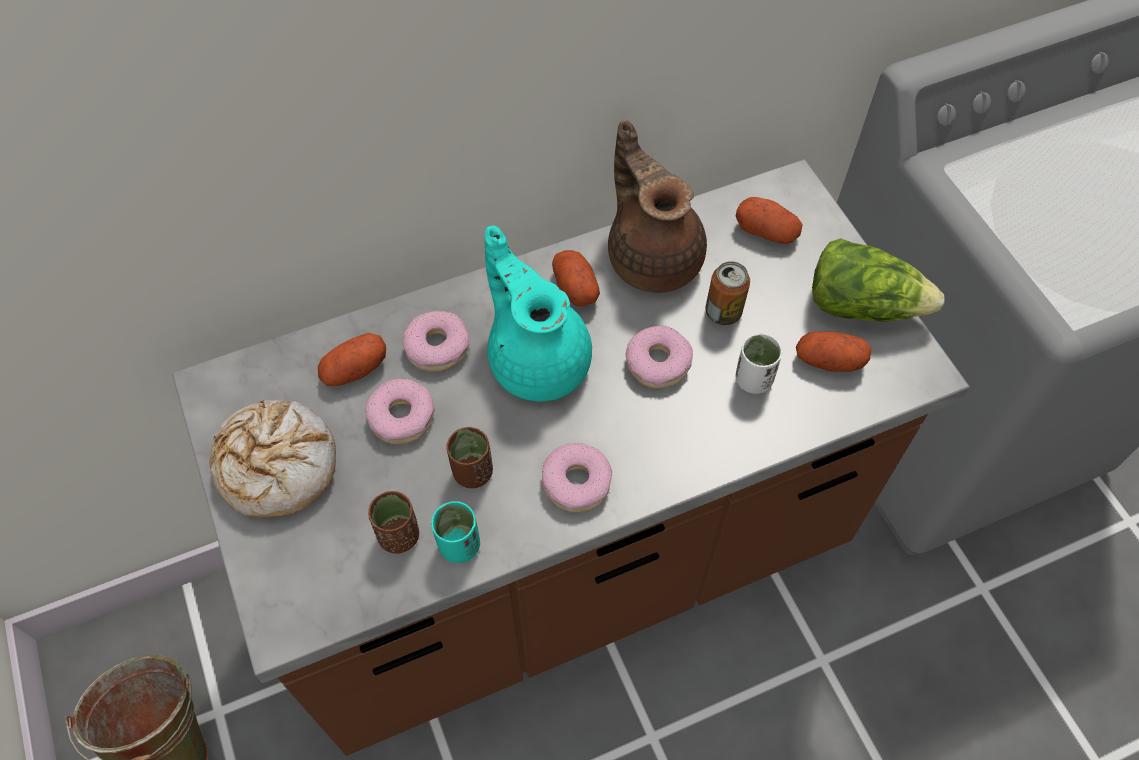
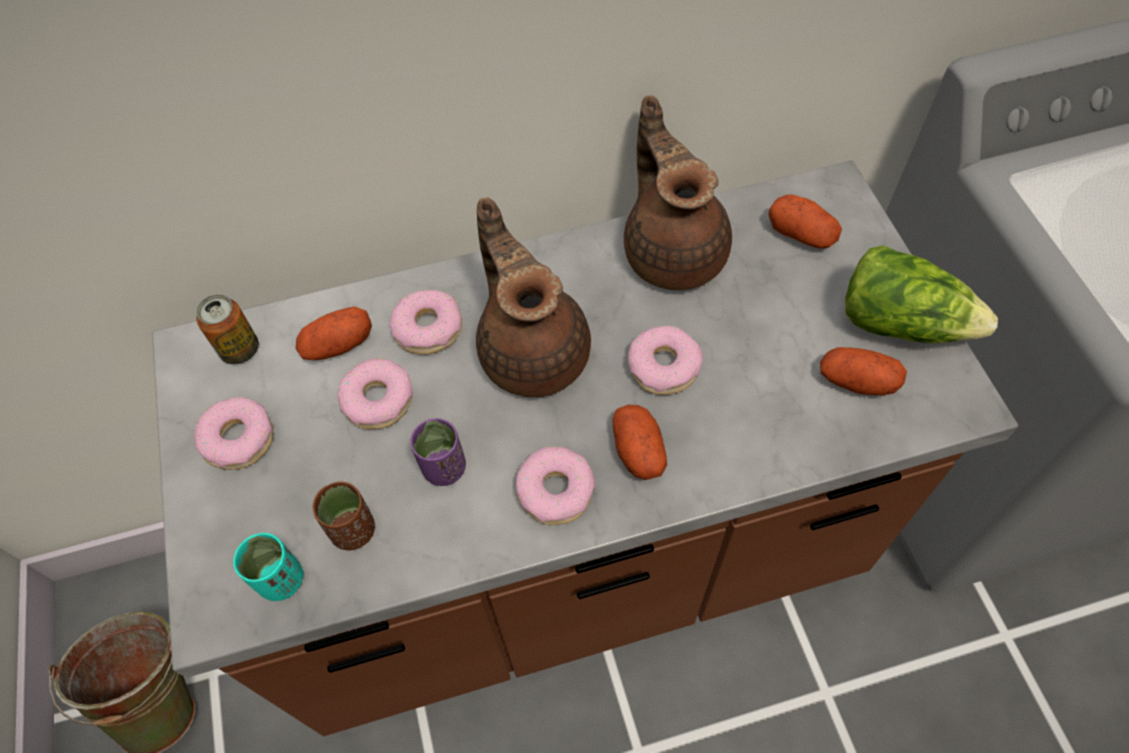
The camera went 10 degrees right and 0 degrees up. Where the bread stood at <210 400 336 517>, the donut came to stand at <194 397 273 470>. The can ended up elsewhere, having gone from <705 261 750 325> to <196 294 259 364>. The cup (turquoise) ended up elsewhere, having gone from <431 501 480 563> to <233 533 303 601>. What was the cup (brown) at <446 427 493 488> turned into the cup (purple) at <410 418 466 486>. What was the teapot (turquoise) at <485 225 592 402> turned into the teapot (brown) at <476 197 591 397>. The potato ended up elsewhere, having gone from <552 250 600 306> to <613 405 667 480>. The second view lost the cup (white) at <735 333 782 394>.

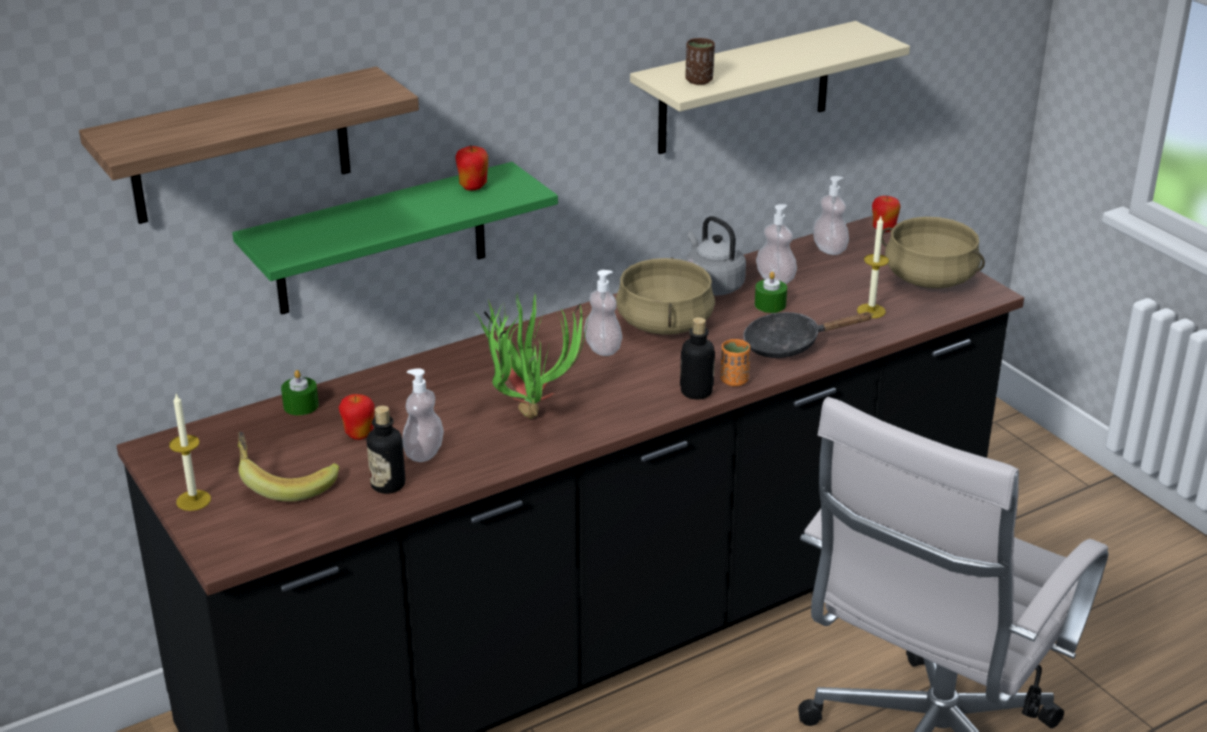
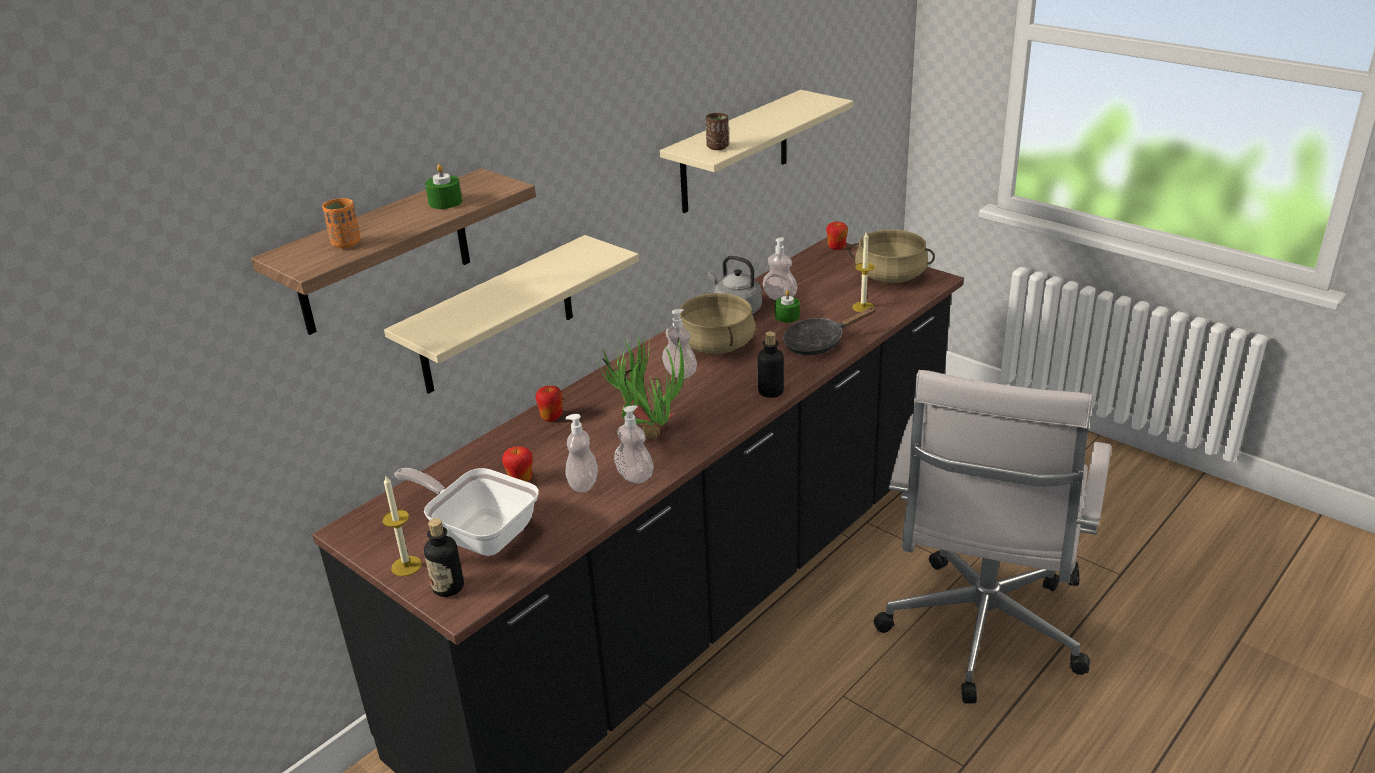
The camera went 15 degrees left and 0 degrees up. The cup (orange) ended up elsewhere, having gone from <721 339 750 386> to <322 198 361 248>. What was the shelf (green) at <232 162 558 315> turned into the shelf (beige) at <384 235 639 394>. Where the banana stood at <238 432 339 501>, the frying pan came to stand at <394 468 539 556>. The bottle ended up elsewhere, having gone from <367 406 405 494> to <424 518 464 597>. The candle (green) ended up elsewhere, having gone from <281 370 319 415> to <425 164 462 209>. The apple ended up elsewhere, having gone from <455 145 488 191> to <535 386 563 422>. The soap dispenser ended up elsewhere, having gone from <813 176 849 255> to <614 405 654 483>.

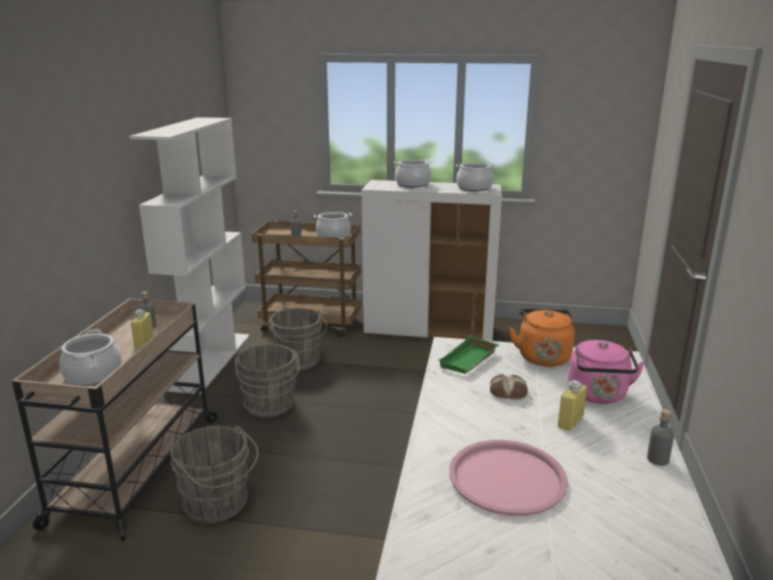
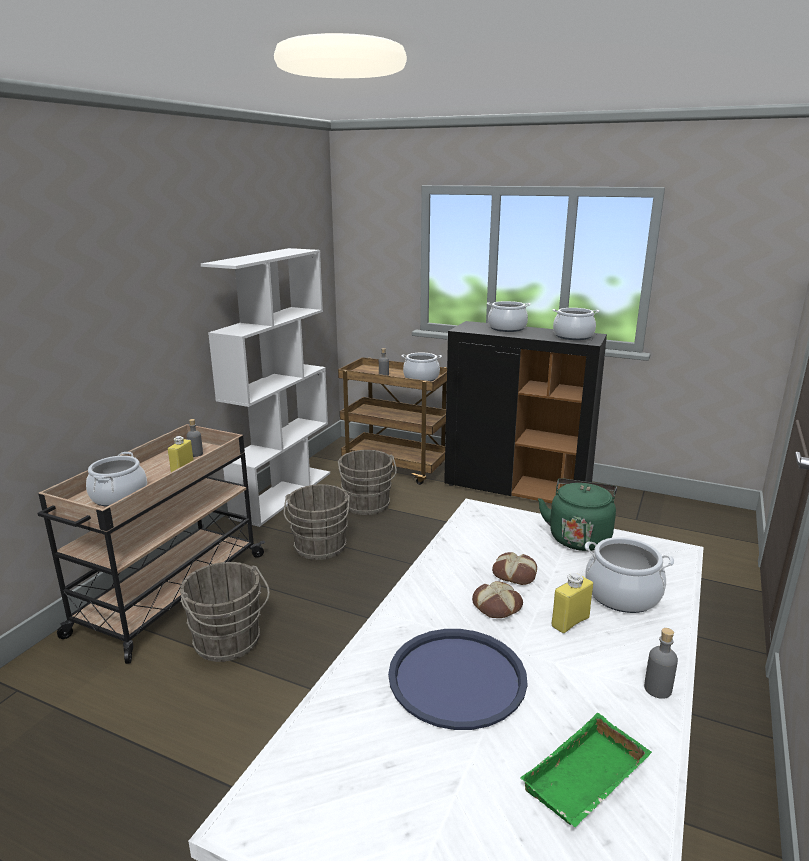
The camera went 15 degrees right and 0 degrees up. What was the tray (pink) at <449 440 568 516> turned into the tray (blue) at <388 629 528 730>. What was the cabinet (white) at <361 180 502 341> turned into the cabinet (black) at <444 321 607 503>. The second view gained the bread at <472 581 523 618>. The tray (green) ended up elsewhere, having gone from <438 335 499 374> to <520 713 652 827>. What was the kettle (orange) at <509 309 575 367> turned into the kettle (green) at <538 478 617 551>. Where the kettle (pink) stood at <568 340 645 404>, the cooking pot came to stand at <585 537 674 613>.

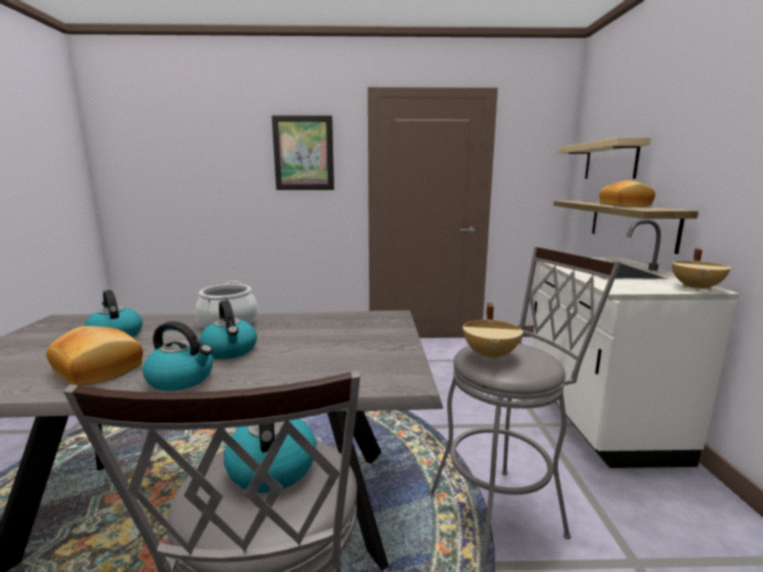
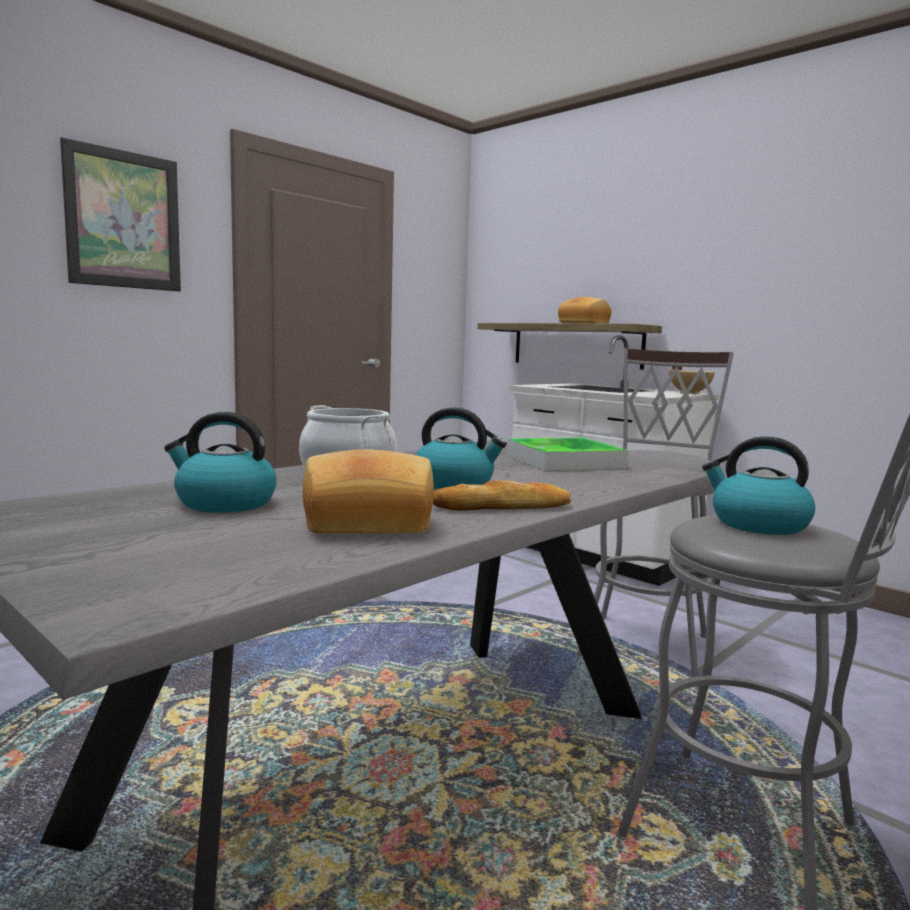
The camera went 45 degrees left and 5 degrees down. Where the kettle stood at <142 321 213 391>, the bread came to stand at <433 480 571 511>. The second view gained the tray at <507 437 628 471>. The second view lost the cooking pot (beige) at <463 303 523 361>. The second view lost the shelf (beige) at <558 137 651 179>.

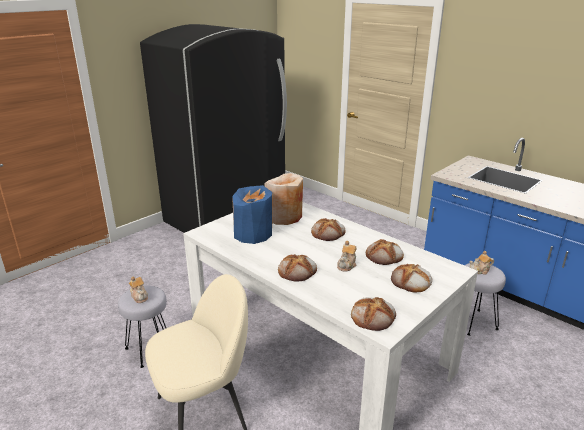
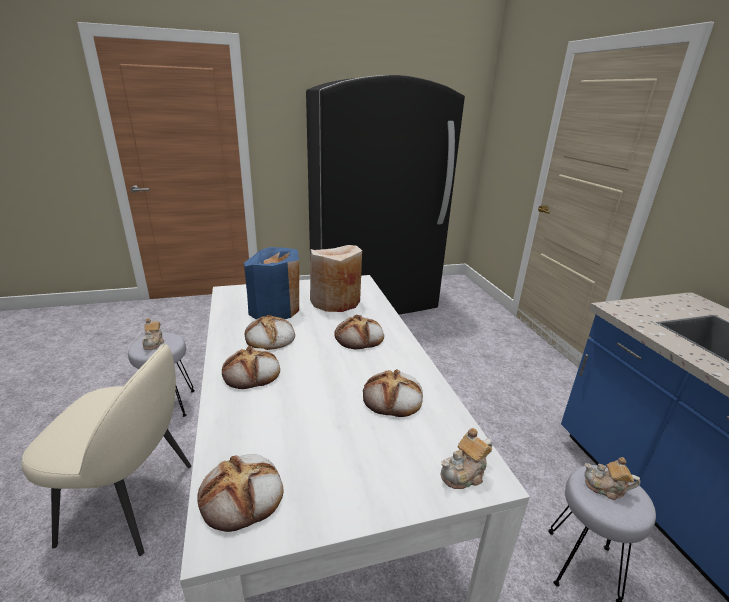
The camera went 30 degrees right and 0 degrees up. The bread ended up elsewhere, having gone from <391 264 432 292> to <245 315 295 350>. The teapot ended up elsewhere, having gone from <337 241 357 272> to <441 428 492 489>.

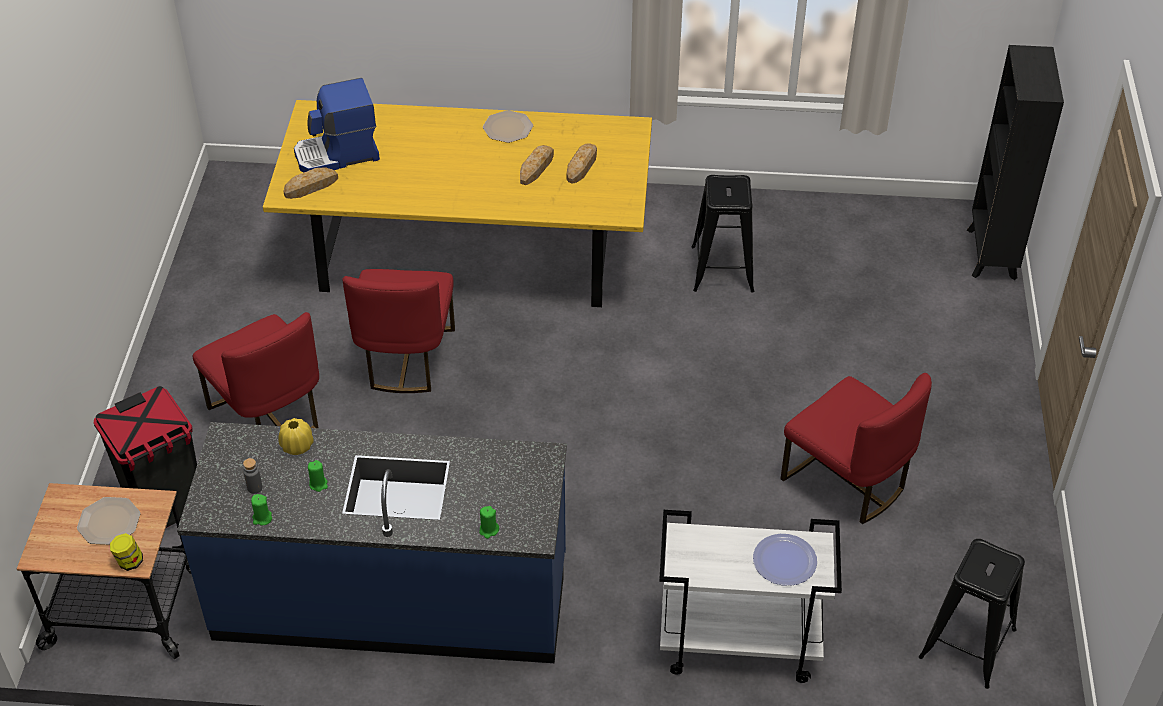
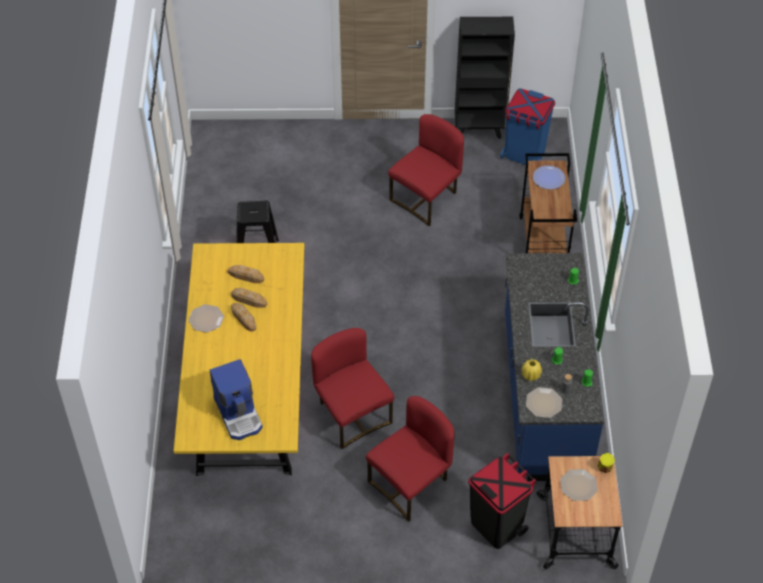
The camera went 95 degrees left and 5 degrees up. The bread ended up elsewhere, having gone from <284 167 338 199> to <231 303 256 332>. The chair (red) at <342 269 455 393> ended up facing another way, 120 degrees counterclockwise from before. The bookcase (black) ended up elsewhere, having gone from <967 45 1064 280> to <455 17 515 139>. Where the stool (black) stood at <919 539 1025 689>, the trash can (blue) came to stand at <500 88 555 165>. What was the cart (white) at <659 510 842 683> turned into the cart (brown) at <519 153 577 253>. The second view gained the plate at <526 387 562 418>.

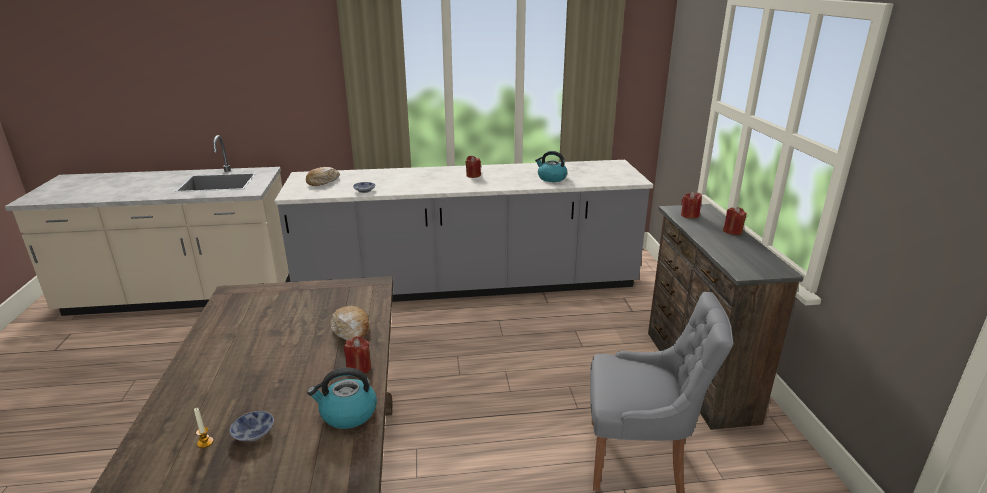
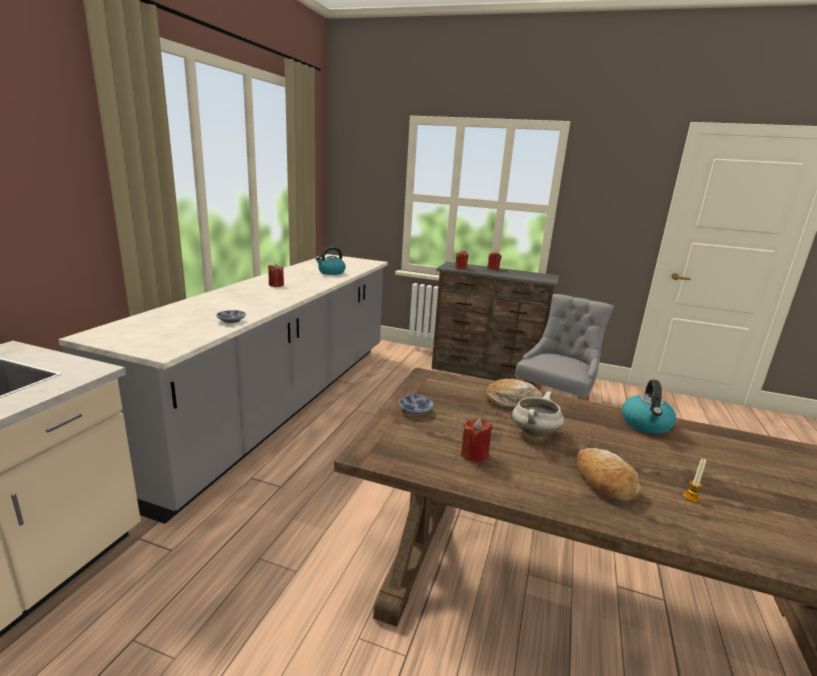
The camera went 65 degrees left and 5 degrees down. The bowl ended up elsewhere, having gone from <230 411 274 441> to <399 395 433 415>. The candle (red) ended up elsewhere, having gone from <343 336 371 374> to <461 418 493 462>. The second view gained the cooking pot (white) at <512 391 564 437>. The bread ended up elsewhere, having gone from <306 167 340 186> to <577 448 641 501>.

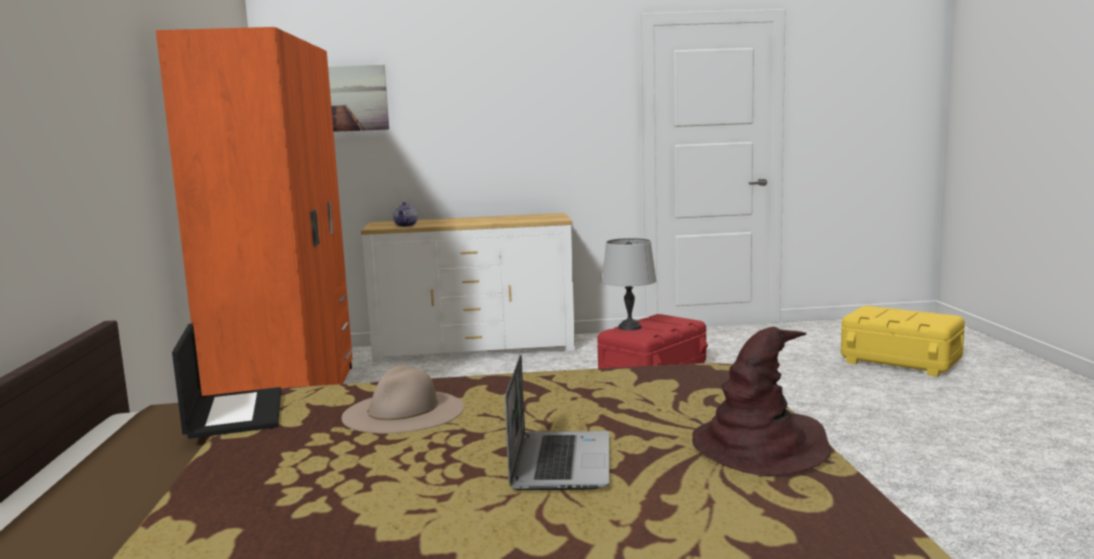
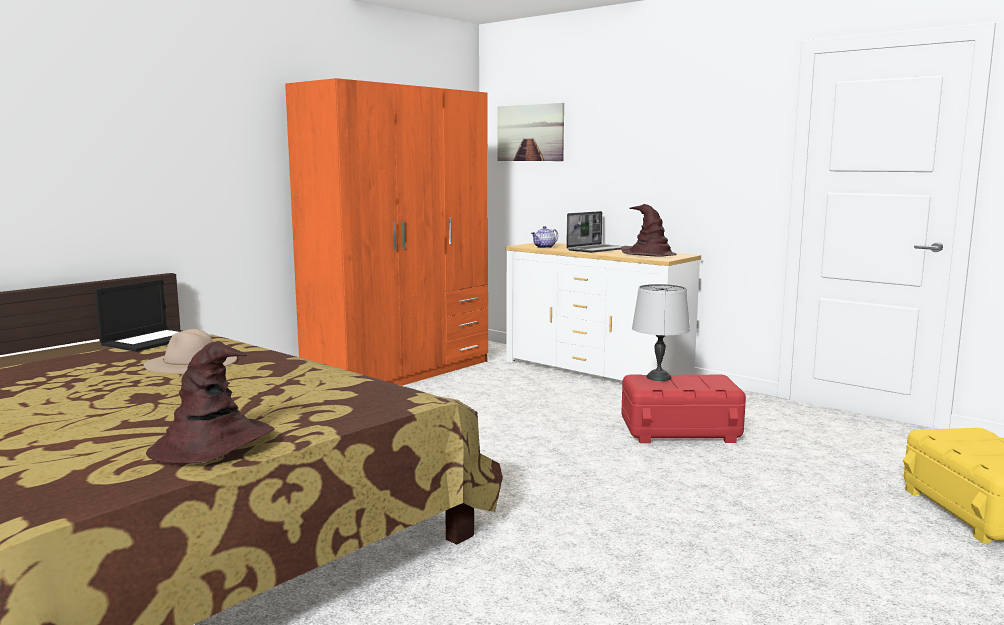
The camera went 45 degrees right and 0 degrees up. The laptop ended up elsewhere, having gone from <505 354 609 490> to <566 211 622 253>. The second view gained the hat (brown) at <621 204 677 257>.

